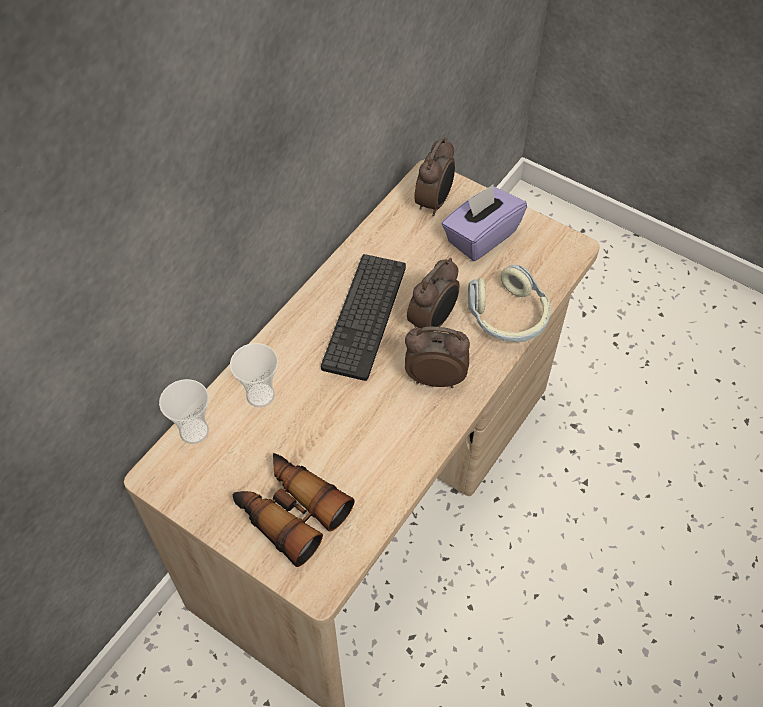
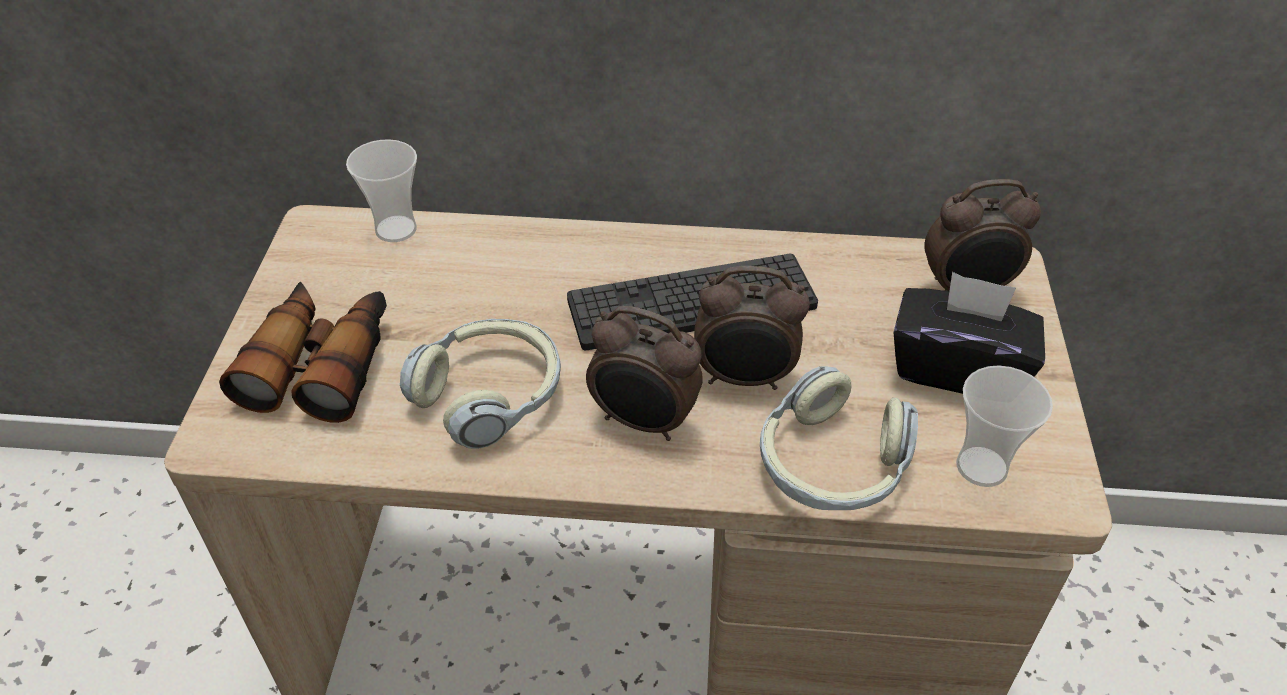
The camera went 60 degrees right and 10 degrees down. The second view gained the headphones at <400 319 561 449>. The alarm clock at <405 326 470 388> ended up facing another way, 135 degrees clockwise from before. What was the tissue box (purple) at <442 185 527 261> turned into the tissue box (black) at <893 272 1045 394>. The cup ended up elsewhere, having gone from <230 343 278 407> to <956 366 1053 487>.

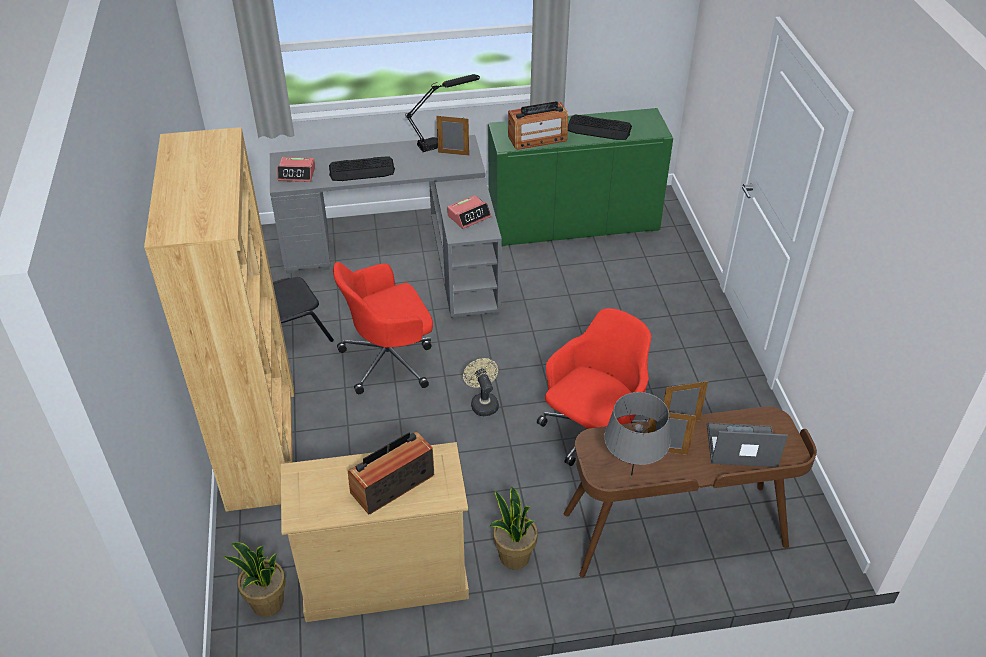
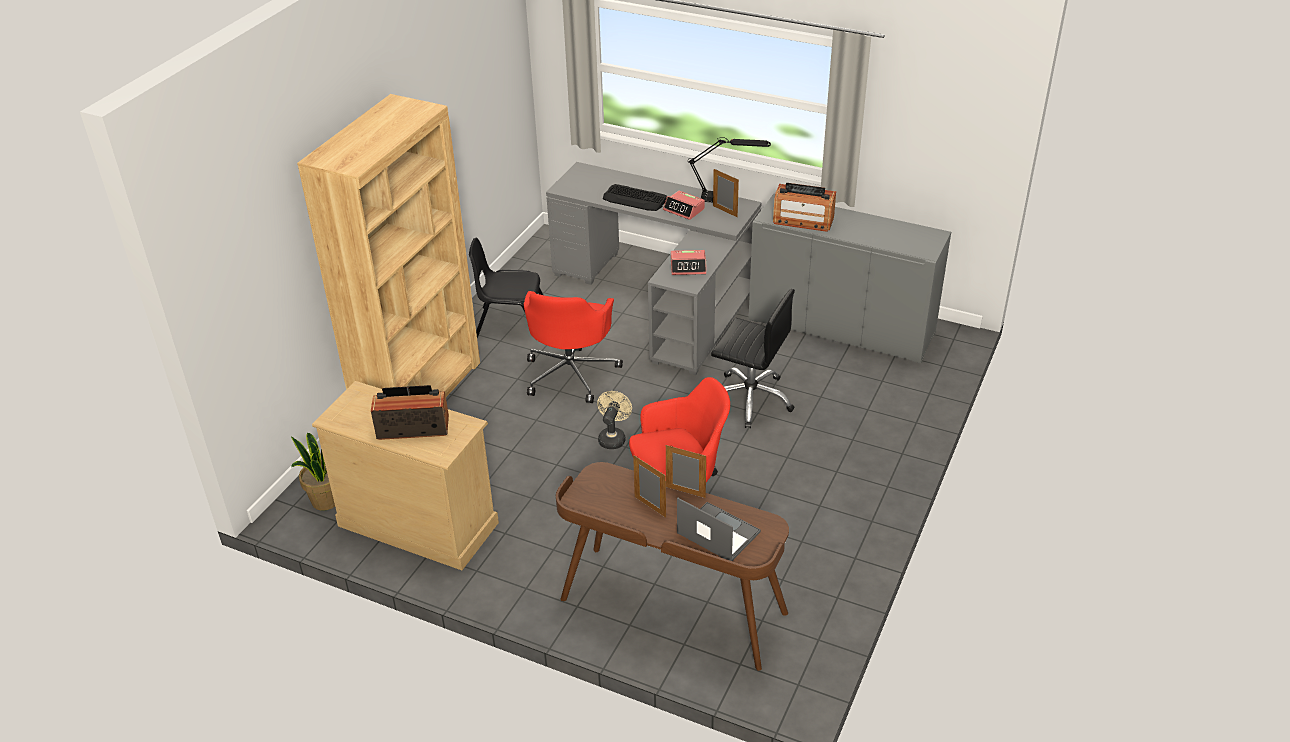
The camera went 35 degrees right and 5 degrees down. The office chair (red) at <333 262 433 394> ended up facing another way, 90 degrees counterclockwise from before. The alarm clock ended up elsewhere, having gone from <277 157 315 182> to <663 191 705 220>. The second view gained the office chair (black) at <711 289 795 428>. What was the cabinet (green) at <488 108 673 246> turned into the cabinet (grey) at <749 194 951 363>. The second view lost the potted plant at <489 486 538 570>. The second view lost the keyboard at <568 115 632 140>. The second view lost the table lamp (grey) at <604 392 670 476>.

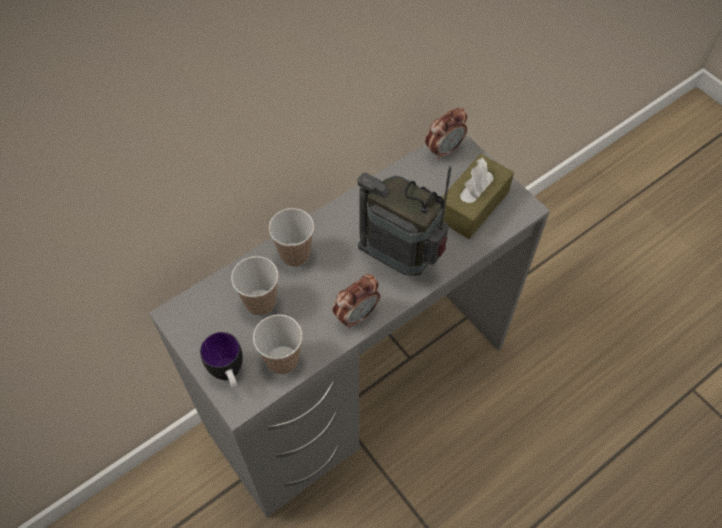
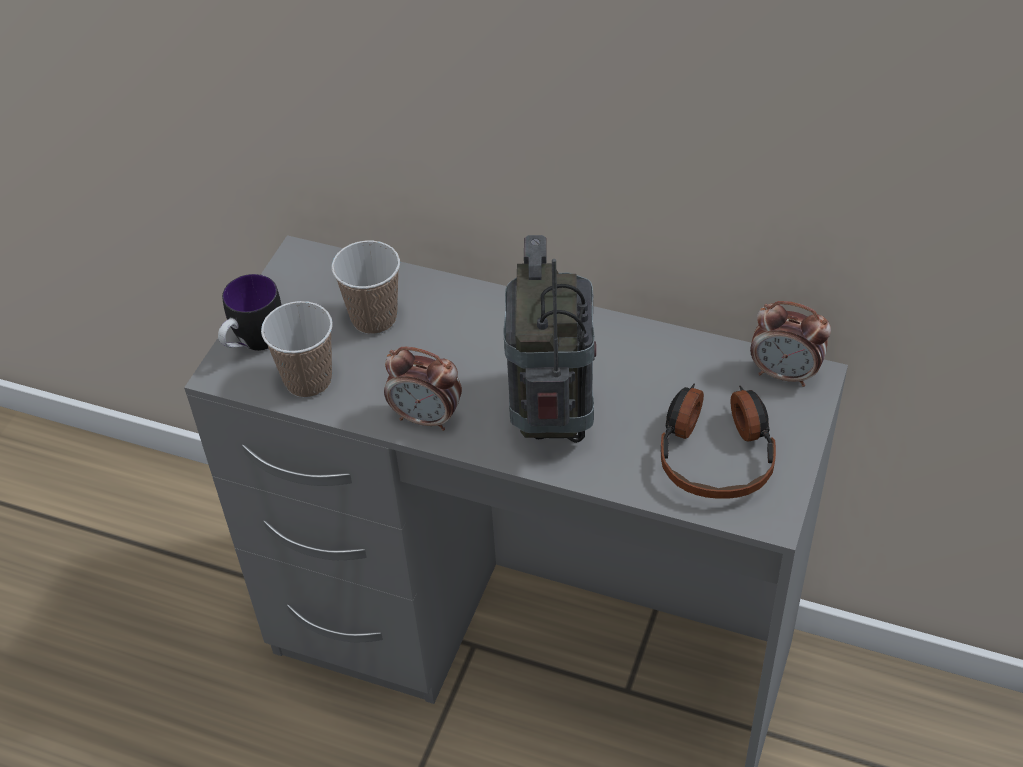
The camera went 60 degrees right and 10 degrees down. Where the tissue box (brown) stood at <442 154 514 239>, the headphones came to stand at <661 384 776 499>. The second view lost the cup at <269 208 314 267>.

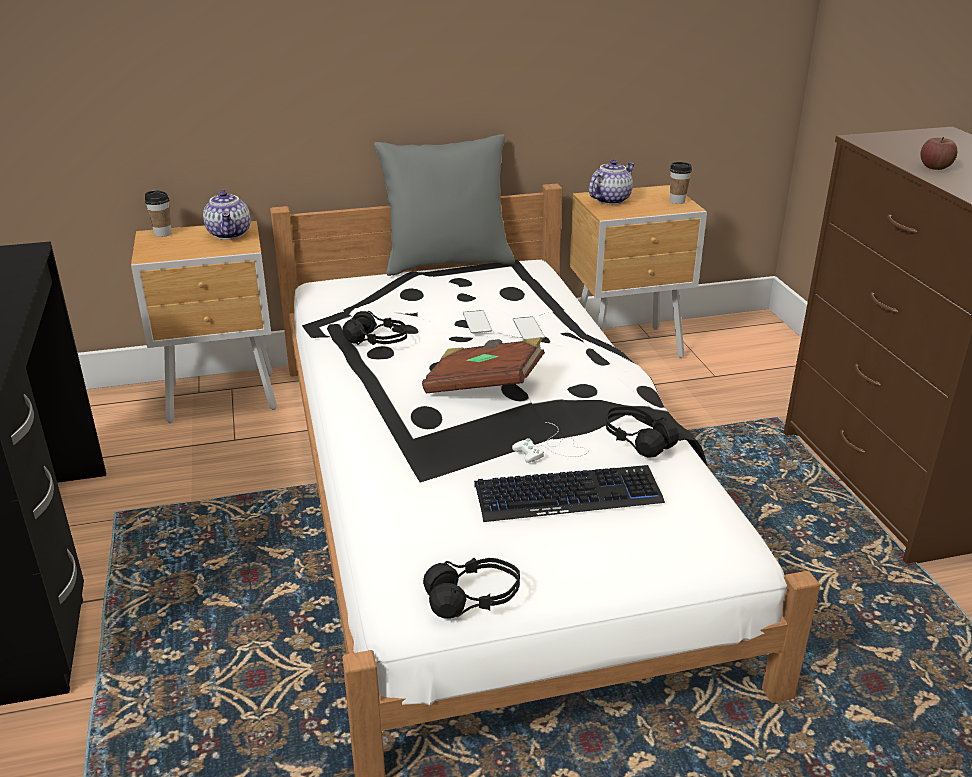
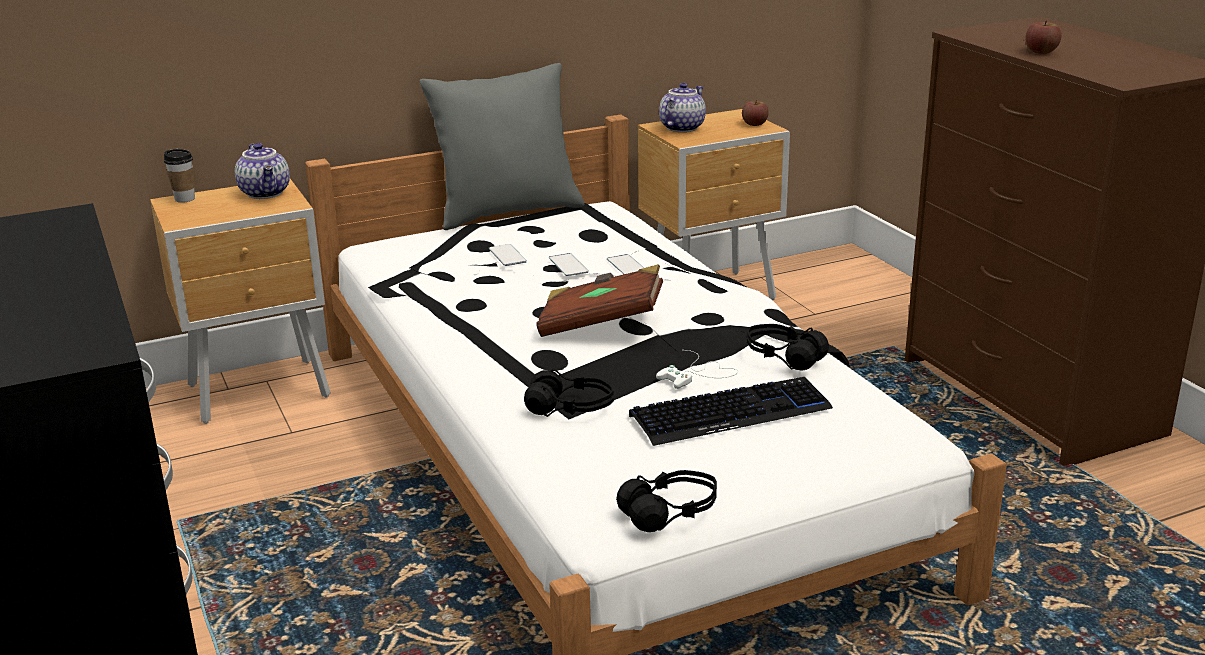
The camera went 10 degrees left and 5 degrees down. The second view gained the phone at <489 244 527 266>. The headphones (black) ended up elsewhere, having gone from <342 311 407 345> to <524 369 614 417>. Where the cup stood at <670 162 692 204>, the apple came to stand at <742 100 769 126>.

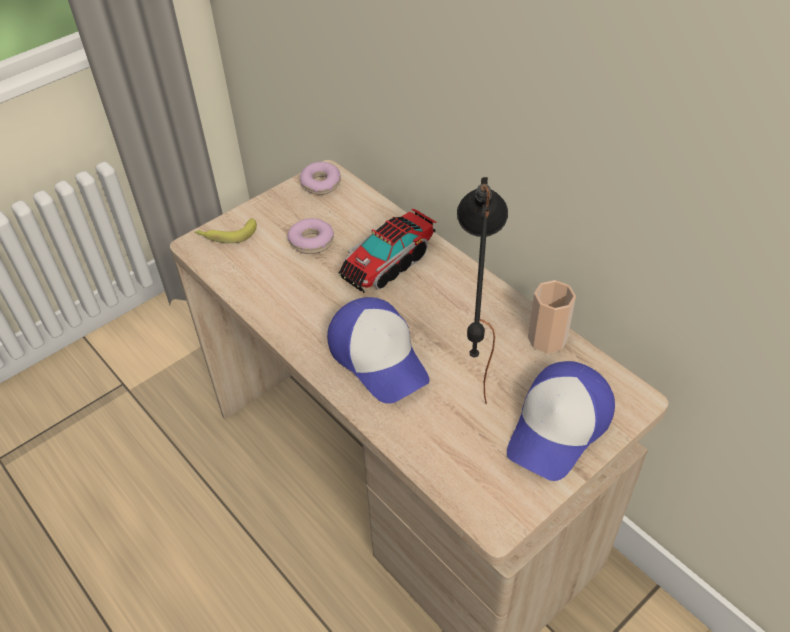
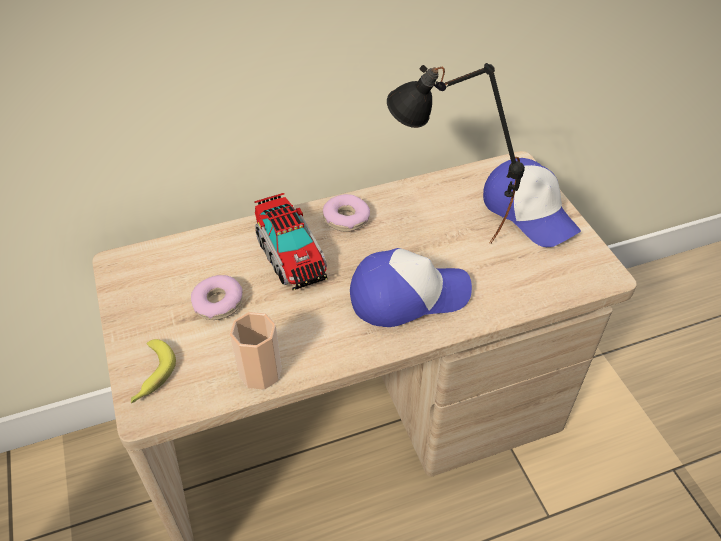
The camera went 70 degrees left and 0 degrees up. The cup ended up elsewhere, having gone from <528 280 576 354> to <230 312 282 390>. The donut ended up elsewhere, having gone from <300 162 341 195> to <323 194 370 232>.

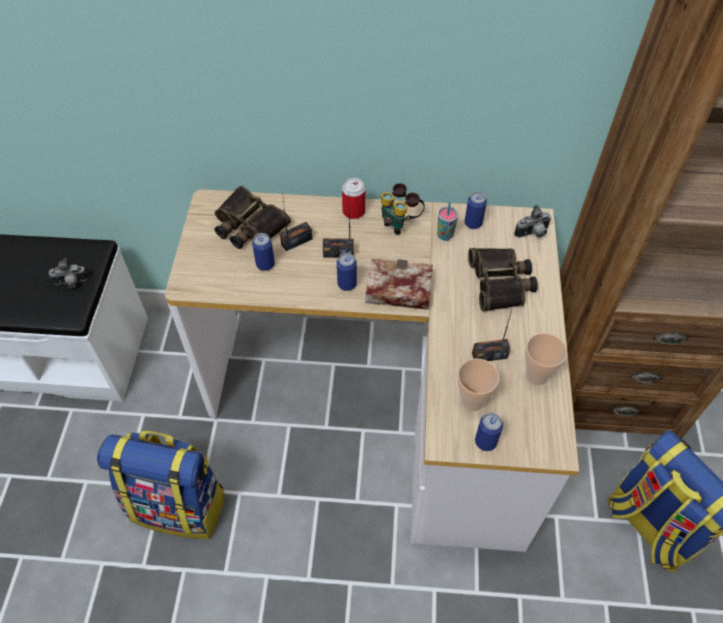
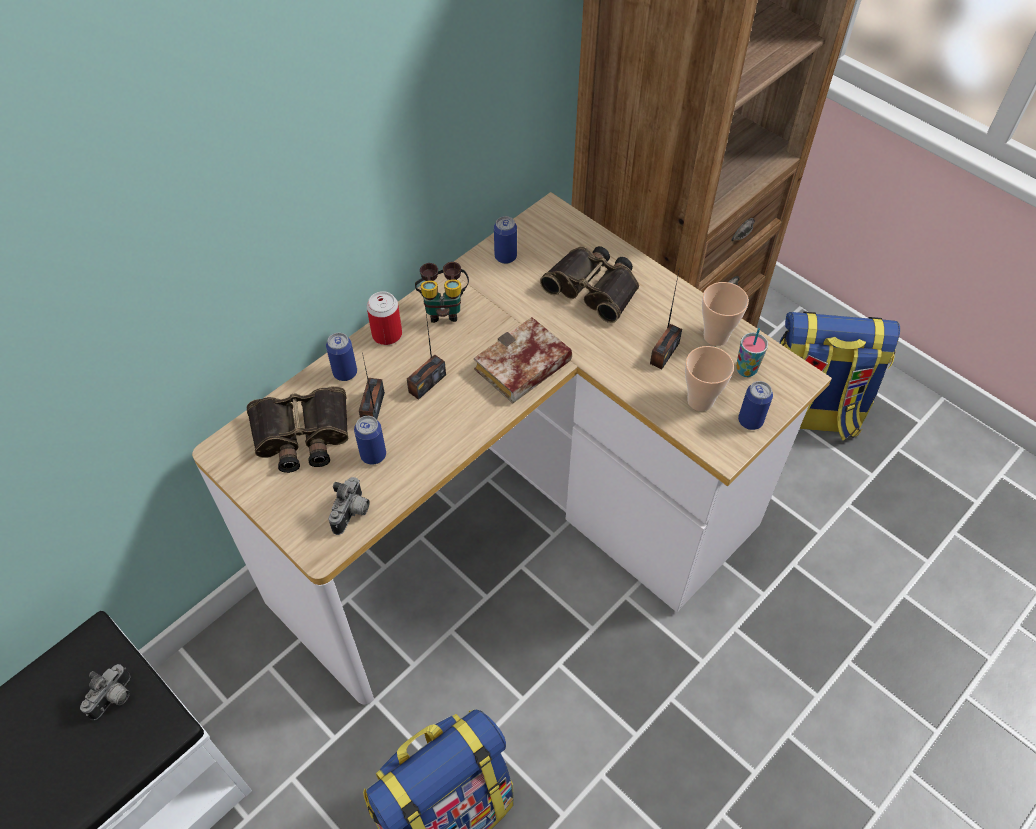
The camera went 50 degrees left and 0 degrees up. The can ended up elsewhere, having gone from <337 253 357 291> to <326 333 357 381>. The photo camera ended up elsewhere, having gone from <514 205 552 238> to <329 477 370 535>. The cup ended up elsewhere, having gone from <437 202 458 241> to <736 328 768 377>.

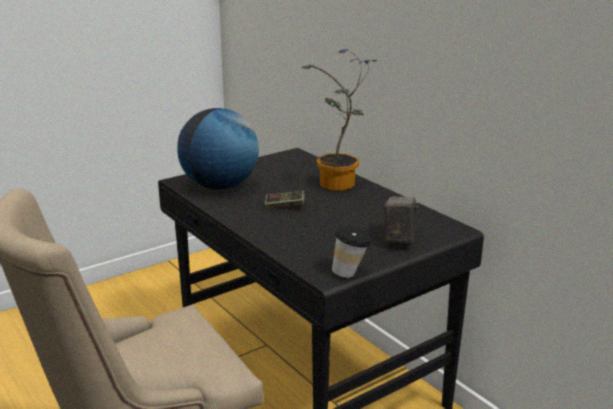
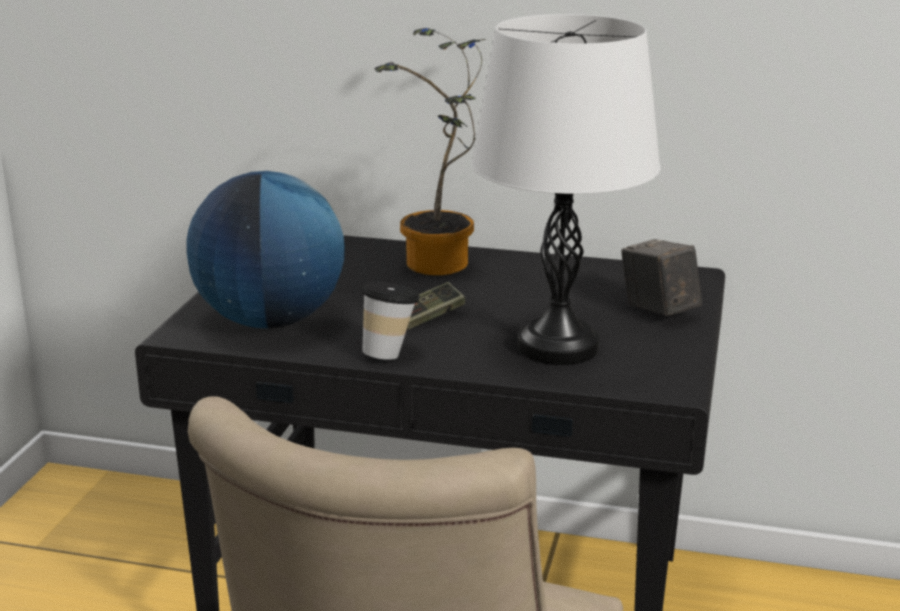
The camera went 40 degrees left and 0 degrees up. The cup ended up elsewhere, having gone from <332 226 372 278> to <361 281 420 360>. The second view gained the table lamp (white) at <471 14 660 365>.

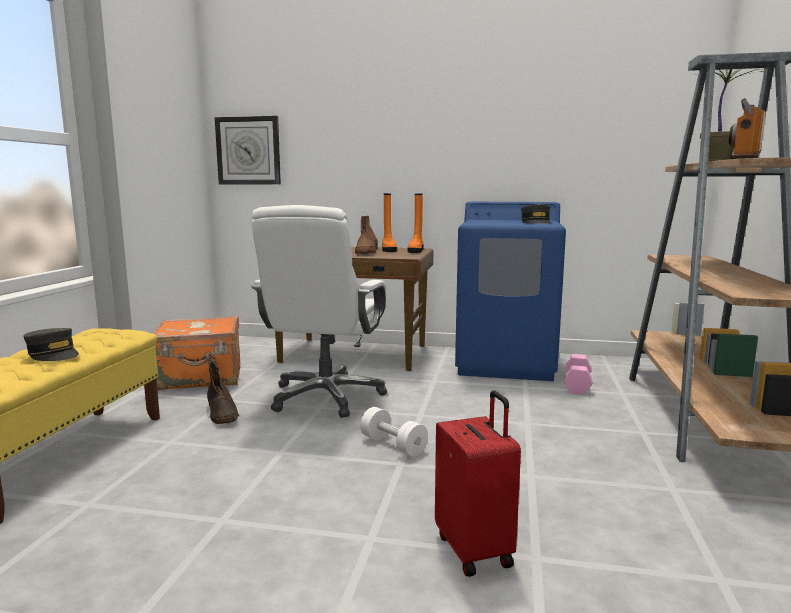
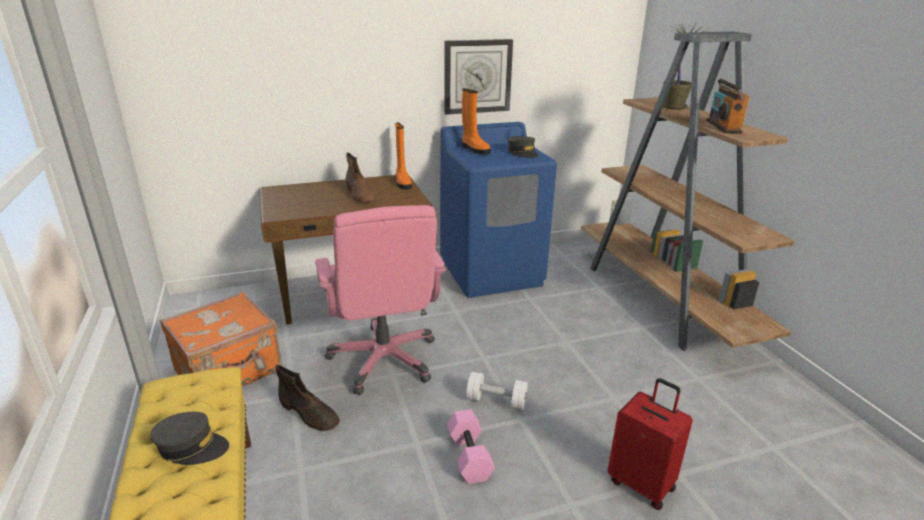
The camera went 30 degrees left and 15 degrees up. What was the office chair (white) at <251 205 387 418> turned into the office chair (pink) at <315 205 446 395>. The wall clock ended up elsewhere, having gone from <215 116 281 184> to <445 39 513 115>. The dumbbell (pink) ended up elsewhere, having gone from <564 354 592 395> to <447 409 495 484>. The boot (orange) ended up elsewhere, having gone from <382 193 397 252> to <462 88 491 155>.

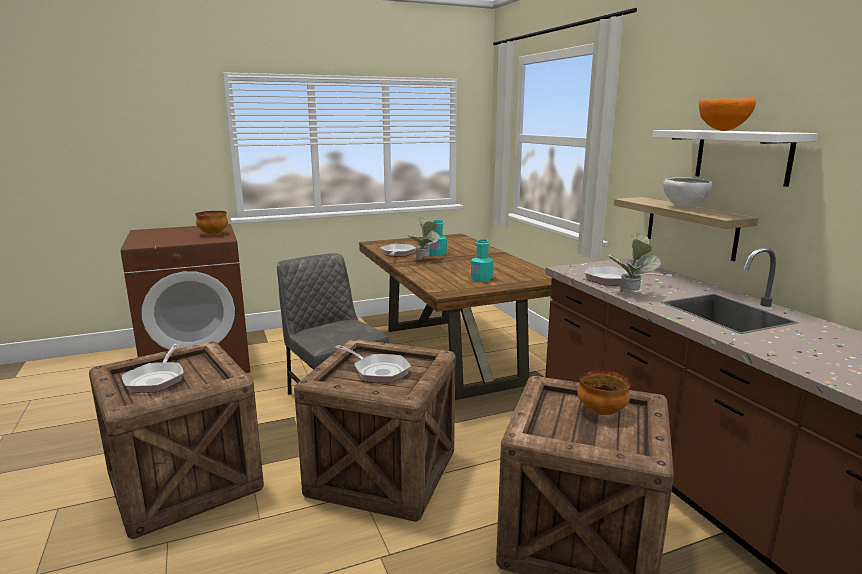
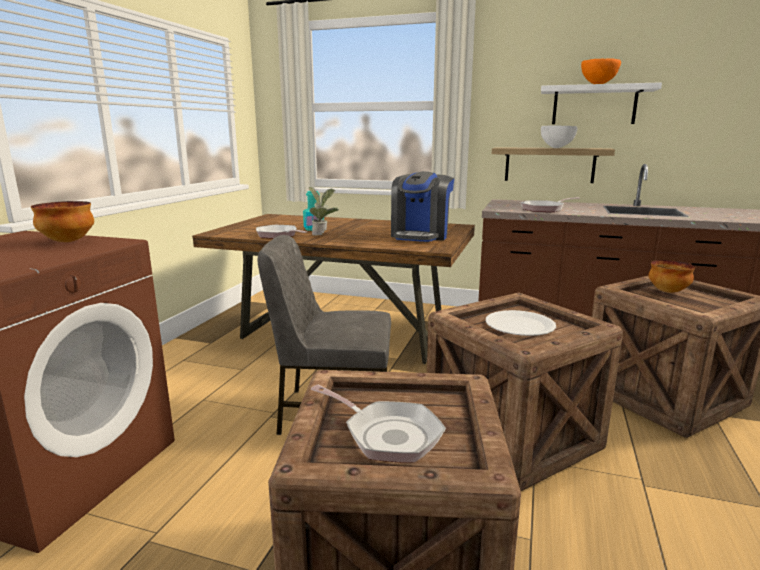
The camera went 50 degrees left and 0 degrees up. Where the bottle (turquoise) stood at <471 239 493 282>, the coffee machine came to stand at <391 171 454 242>. Where the frying pan stood at <335 345 411 383>, the plate (white) came to stand at <485 310 556 336>. The second view lost the potted plant at <608 232 661 292>.

